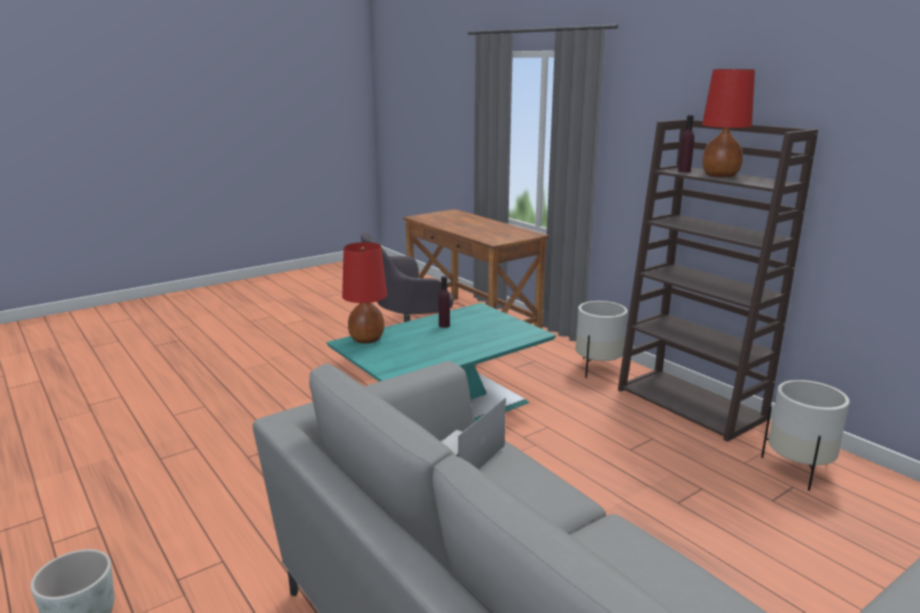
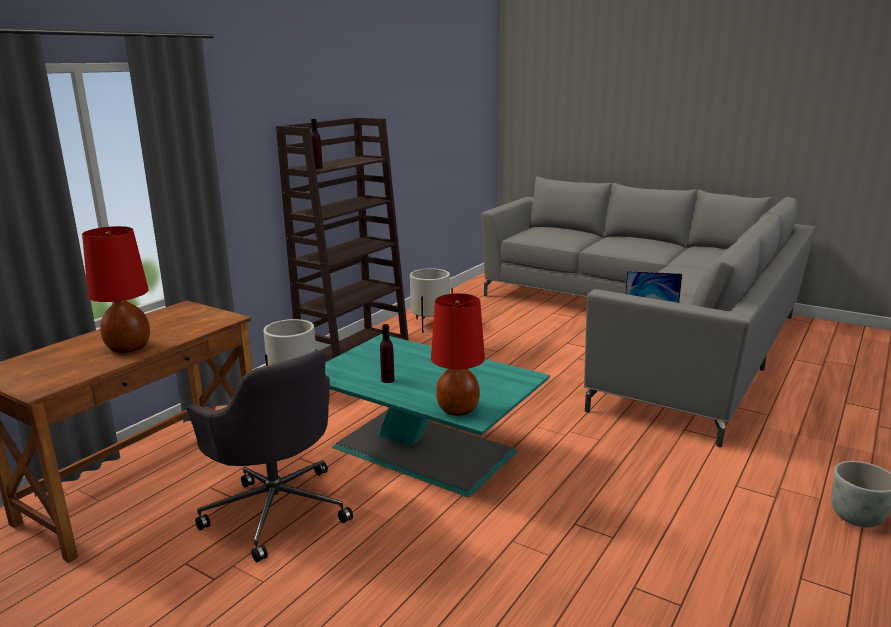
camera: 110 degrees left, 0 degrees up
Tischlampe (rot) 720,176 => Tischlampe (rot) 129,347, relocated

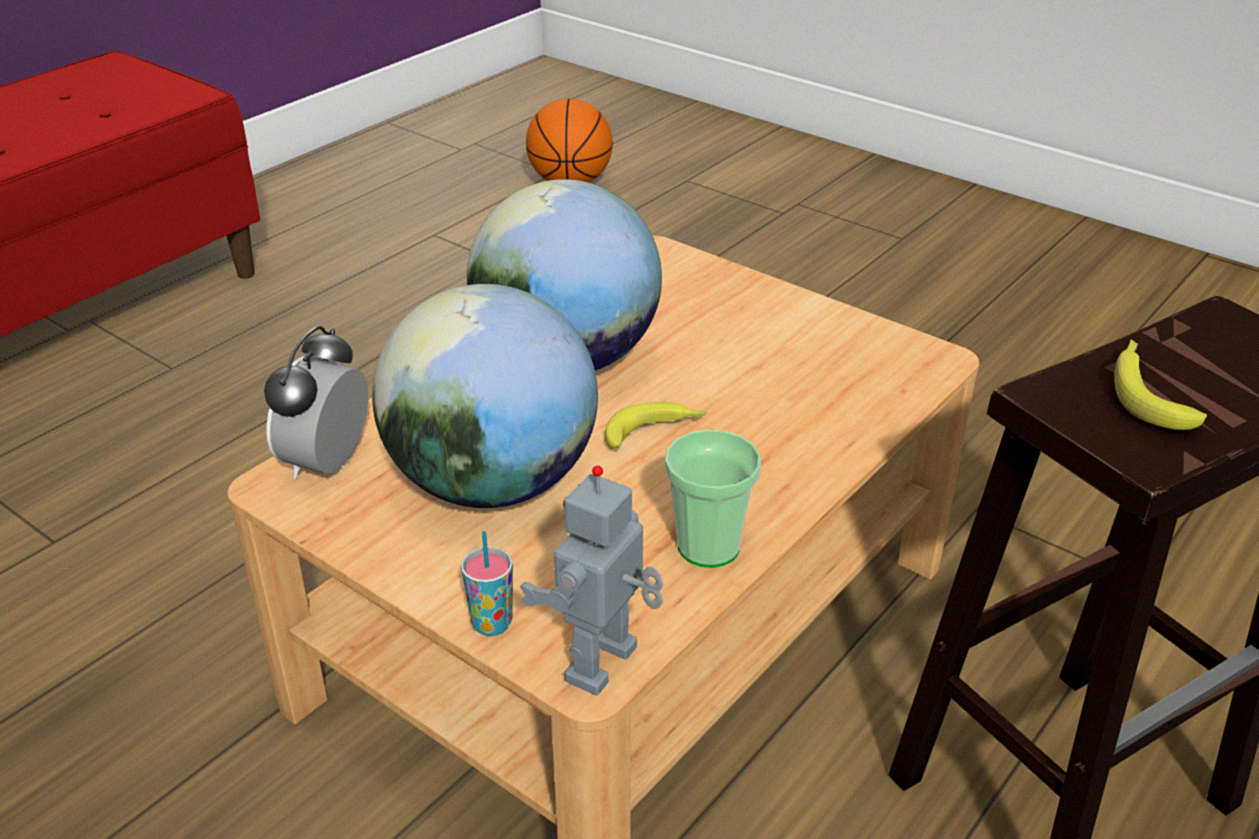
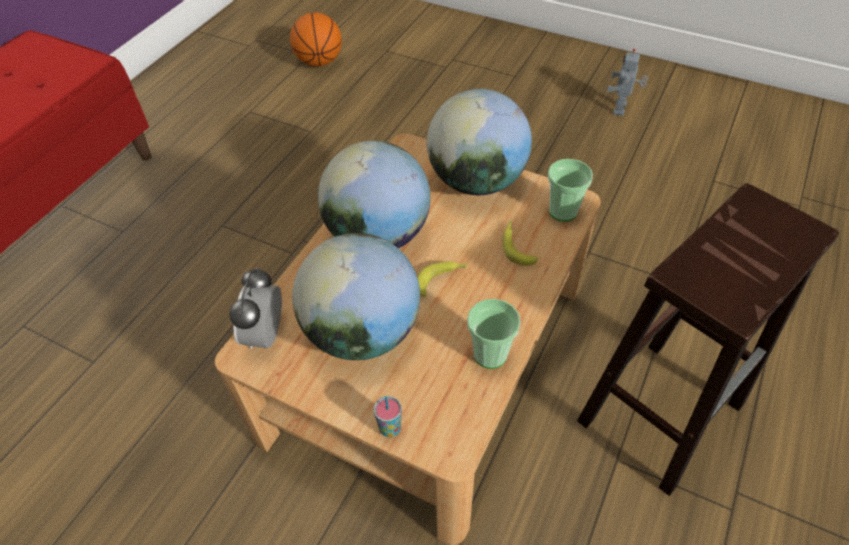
camera: 10 degrees left, 15 degrees up
nothing => Globus 477,181
Banane 1147,393 => Banane 516,246, relocated
nothing => Tasse 563,211
Spielzeugroboter 605,666 => Spielzeugroboter 621,109, relocated

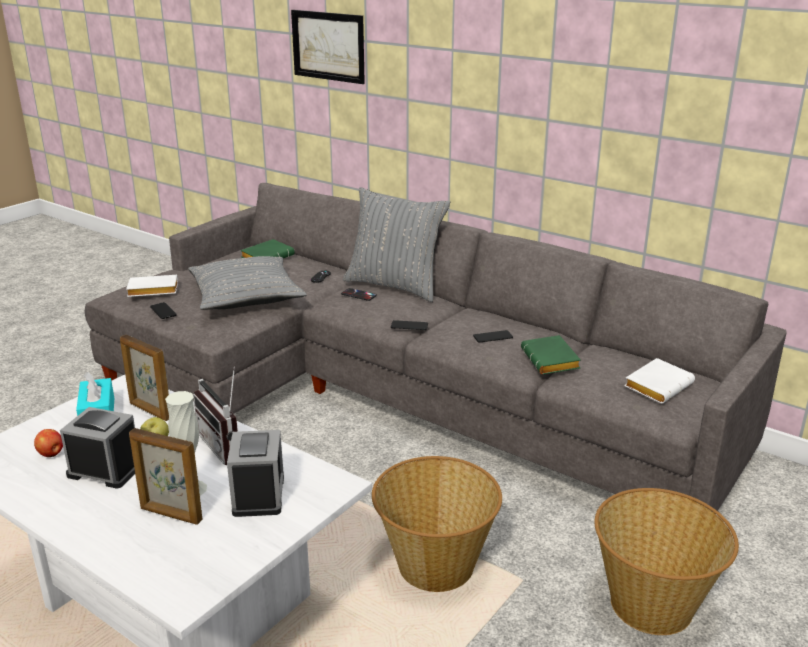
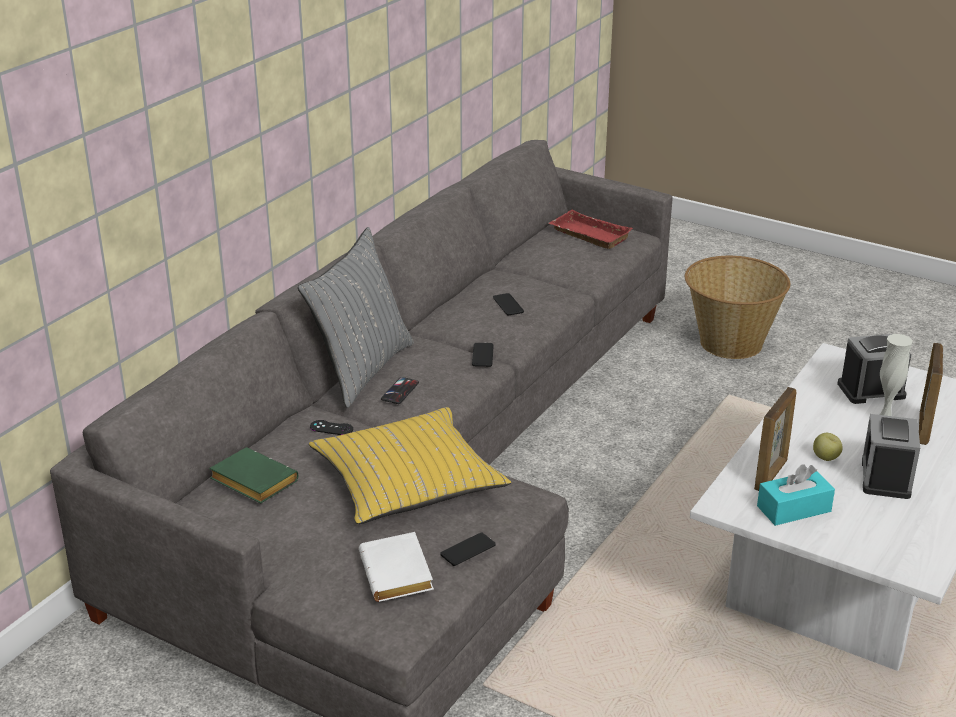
camera: 95 degrees left, 5 degrees up
Kissen (grau) 246,295 => Kissen (gelb) 407,481
Buch (weiß) 657,385 => Tablett (rot) 587,235
Apfel 51,454 => nothing
Radio 227,446 => nothing
Bild 328,46 => nothing
Korb 435,565 => nothing
Buch (grün) 552,361 => nothing

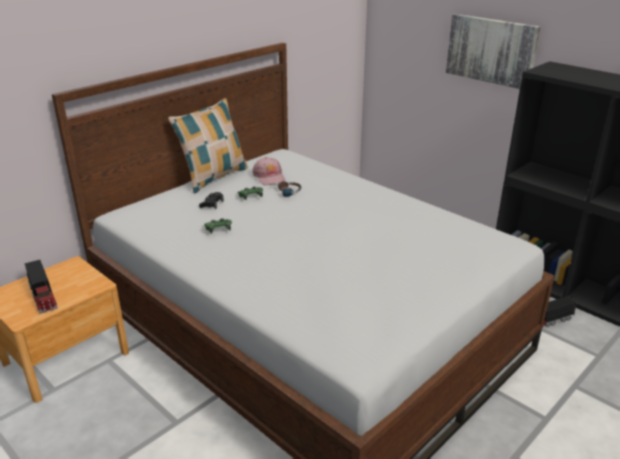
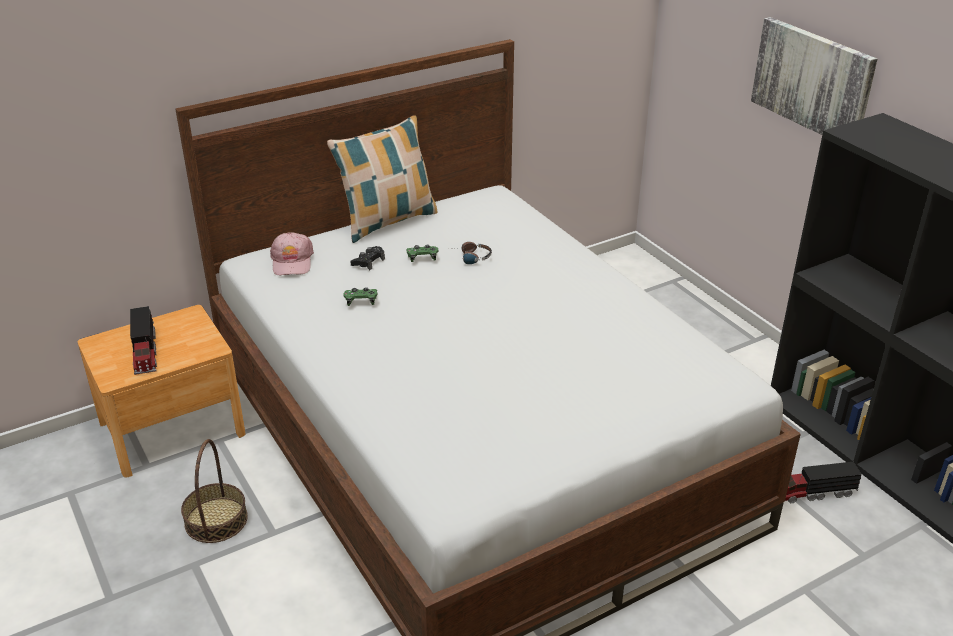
camera: 15 degrees right, 5 degrees up
nothing => Korb 216,520
Kappe (rosa) 269,177 => Kappe (rosa) 292,261, relocated

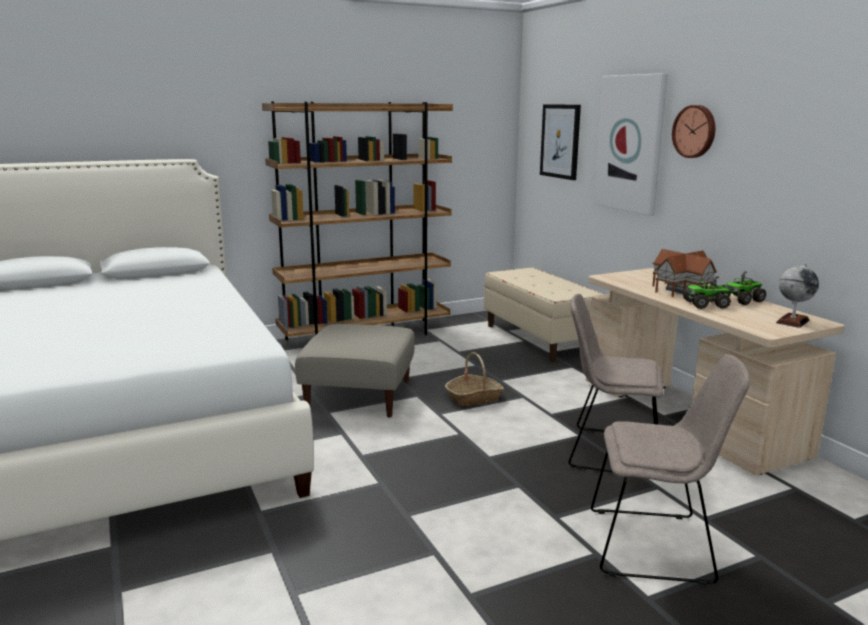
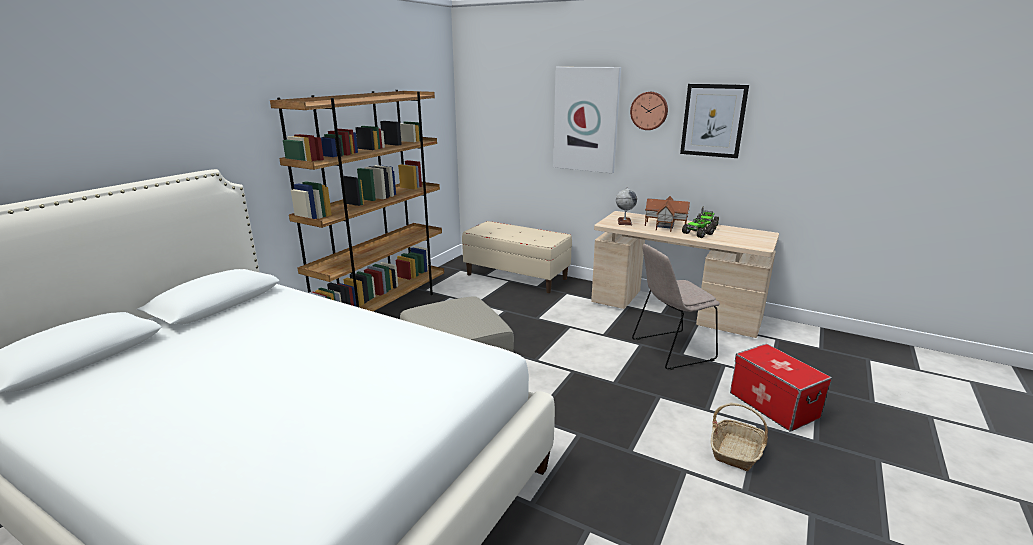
camera: 35 degrees left, 5 degrees up
Globus 792,321 => Globus 624,222, relocated
Bild 560,141 => Bild 713,120, relocated
Korb 474,398 => Korb 736,451, relocated
Stuhl (beige) 655,545 => Aufbewahrungsbox 774,405

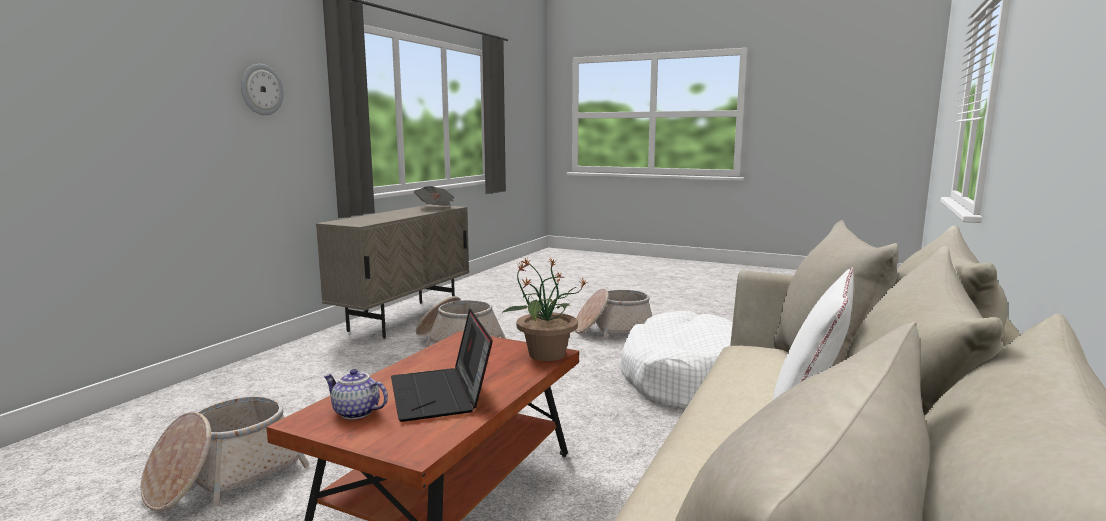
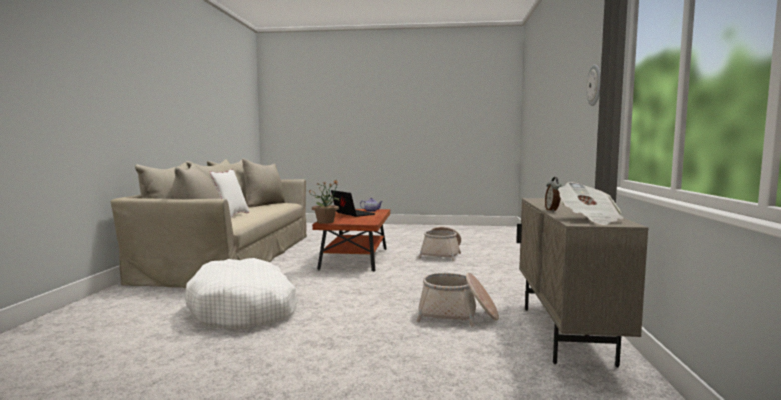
camera: 160 degrees right, 5 degrees down
nothing => Wecker 552,210
Korb 613,330 => nothing

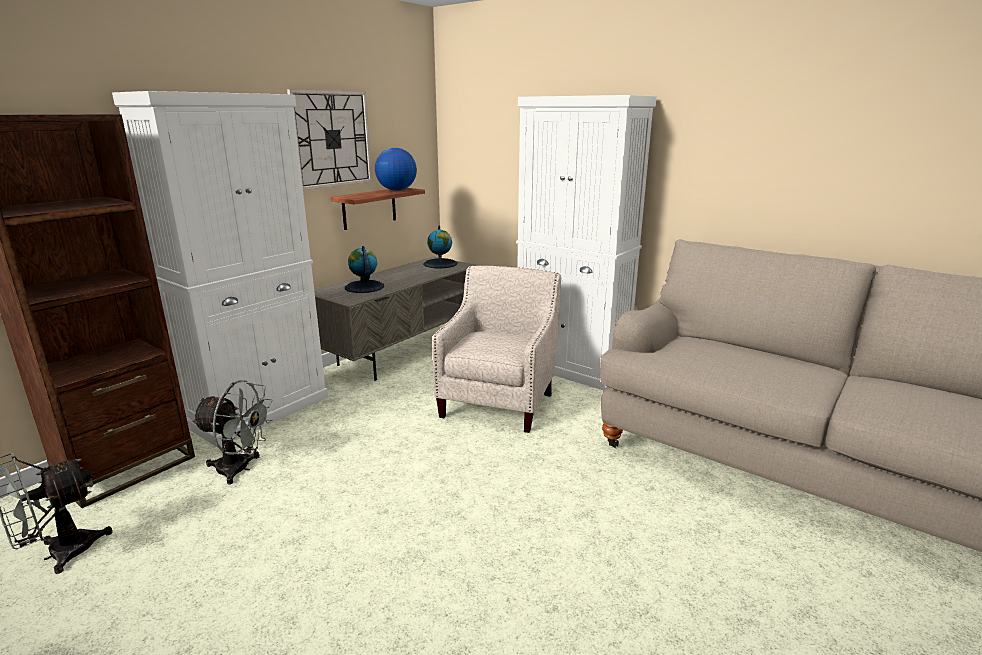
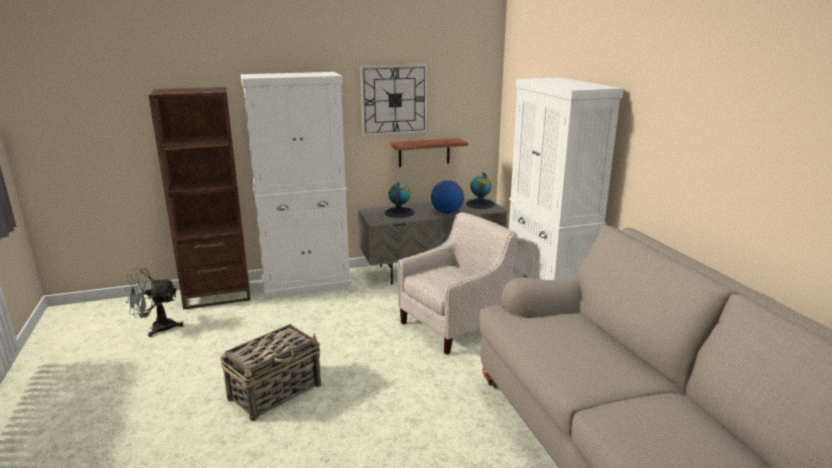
camera: 35 degrees right, 0 degrees up
nothing => Korb 276,391
Globus 396,190 => Globus 447,212, relocated
Ventilator (grau) 240,469 => nothing

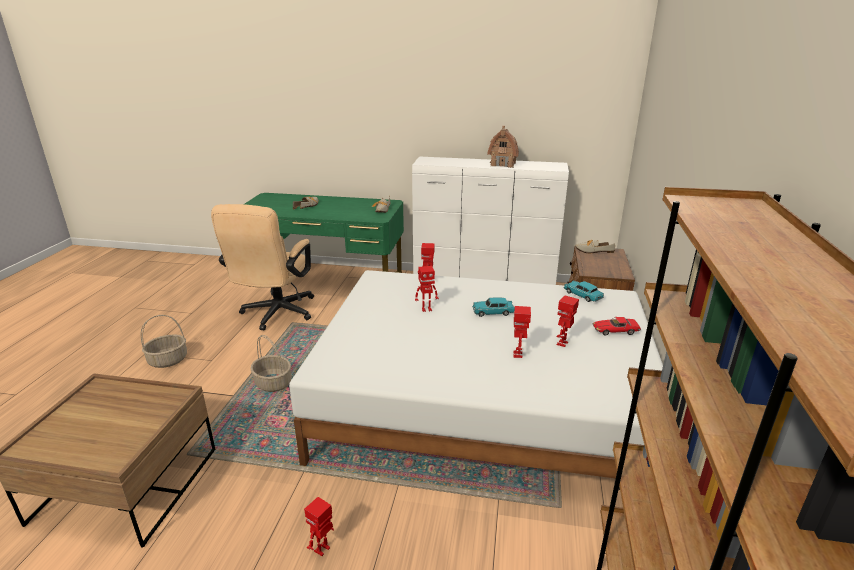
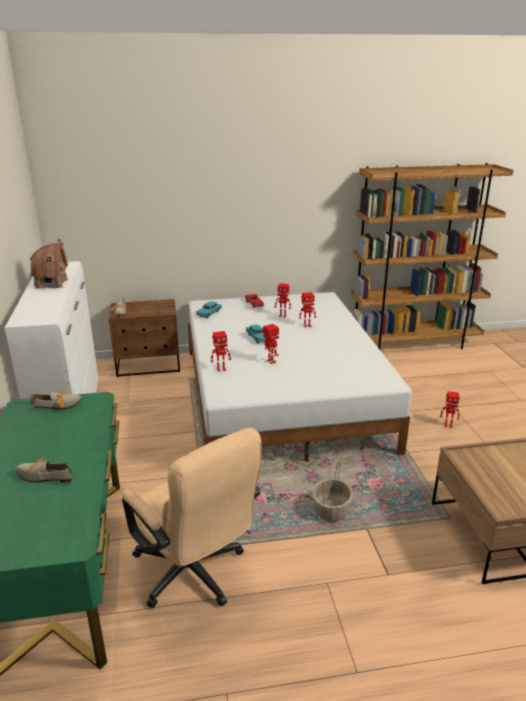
camera: 110 degrees left, 0 degrees up
Bürostuhl (beige) 275,314 => Bürostuhl (beige) 195,575, 60 degrees clockwise
Korb 168,361 => nothing

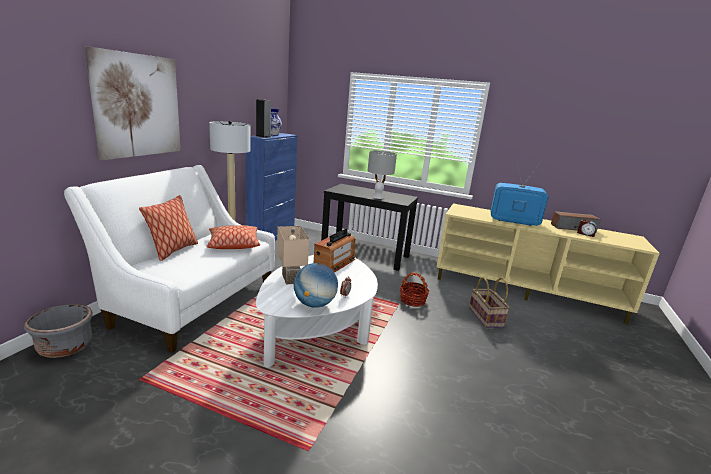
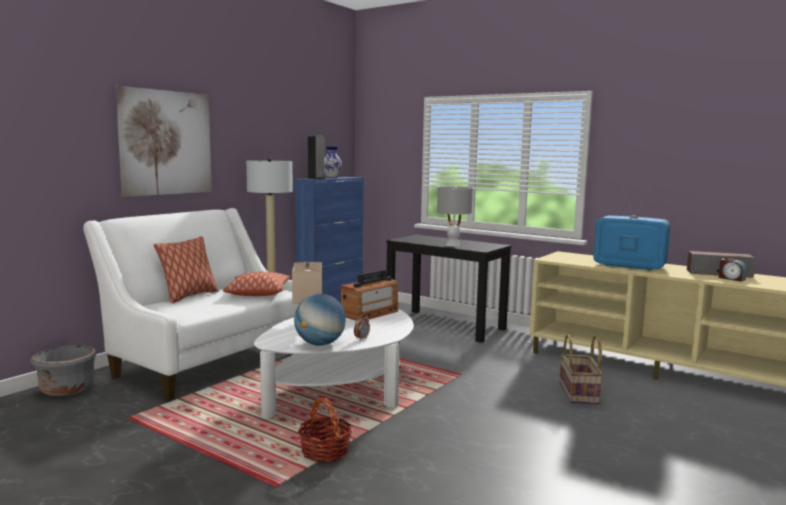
camera: 15 degrees right, 10 degrees down
Korb 412,300 => Korb 325,451, relocated

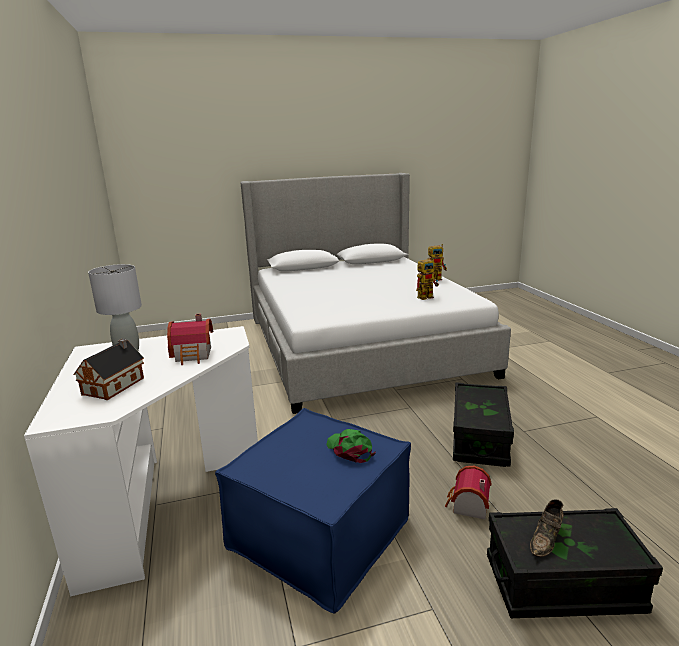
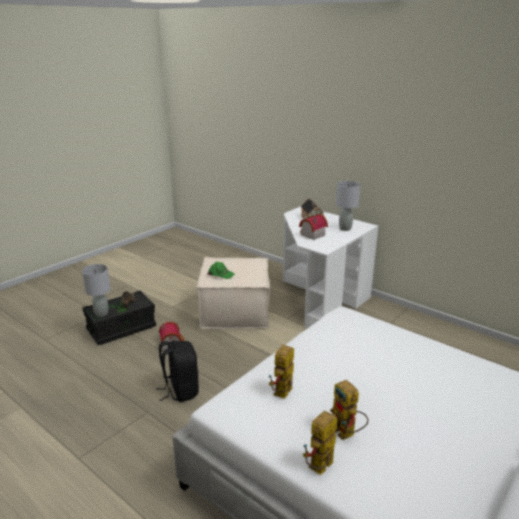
camera: 145 degrees right, 5 degrees up
nothing => Tischlampe (grau) 101,314
Aufbewahrungsbox (schwarz) 479,439 => Rucksack (schwarz) 180,390
Polsterhocker (blau) 319,533 => Polsterhocker (beige) 235,311
nothing => Spielzeugroboter 347,433

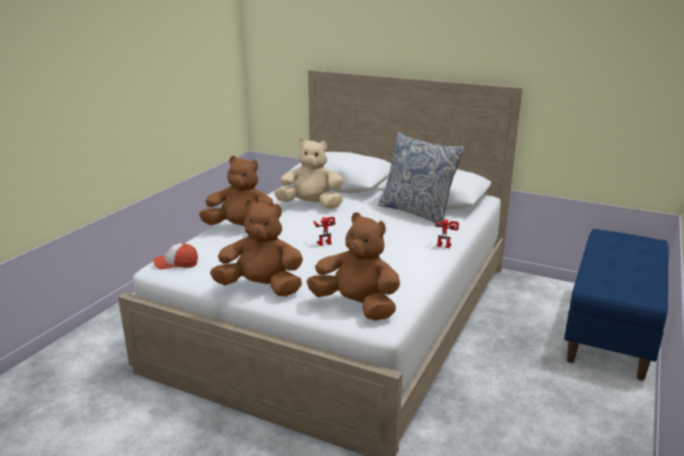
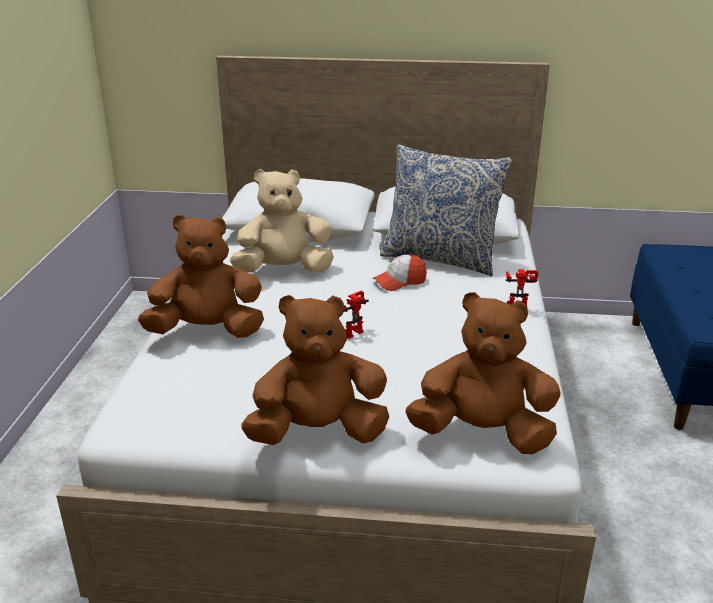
camera: 20 degrees left, 5 degrees up
Kappe 176,264 => Kappe 400,282, relocated

